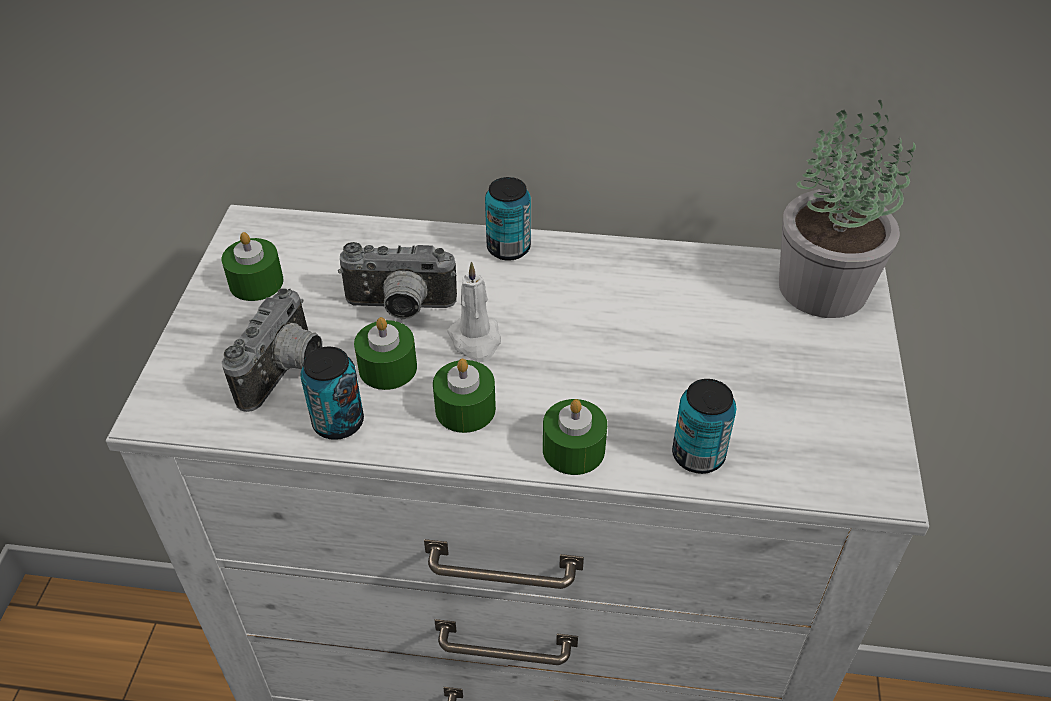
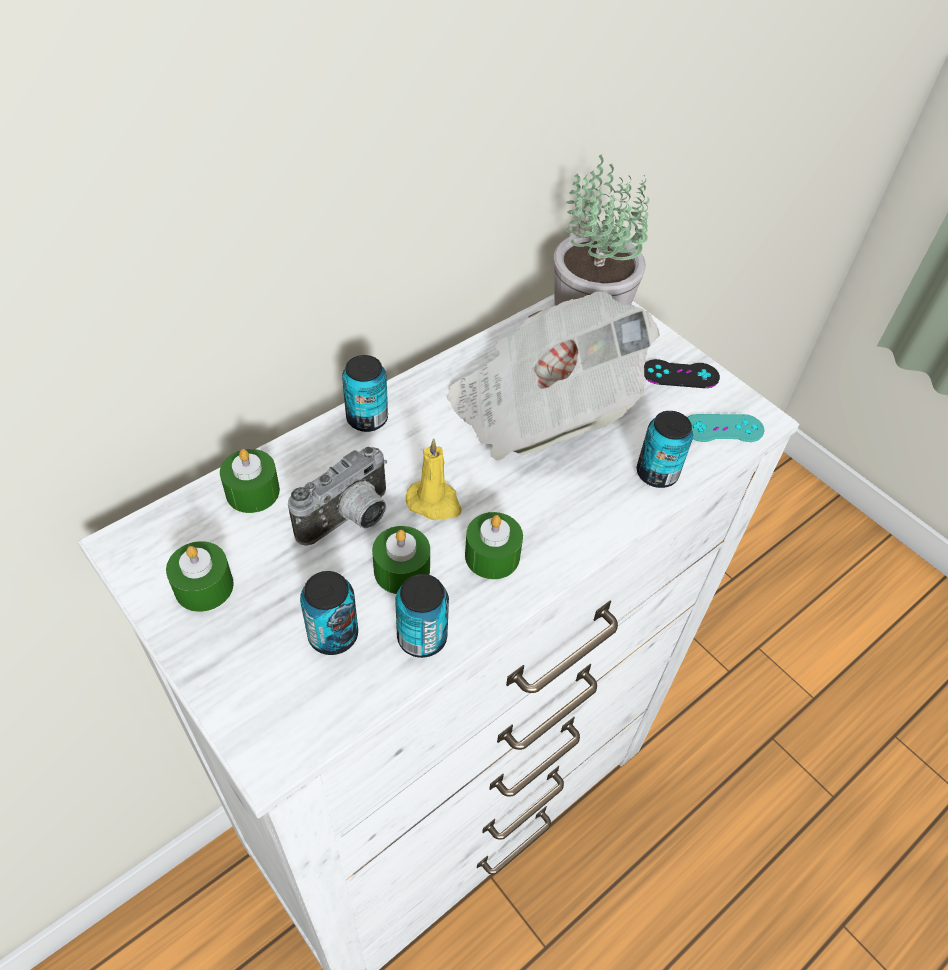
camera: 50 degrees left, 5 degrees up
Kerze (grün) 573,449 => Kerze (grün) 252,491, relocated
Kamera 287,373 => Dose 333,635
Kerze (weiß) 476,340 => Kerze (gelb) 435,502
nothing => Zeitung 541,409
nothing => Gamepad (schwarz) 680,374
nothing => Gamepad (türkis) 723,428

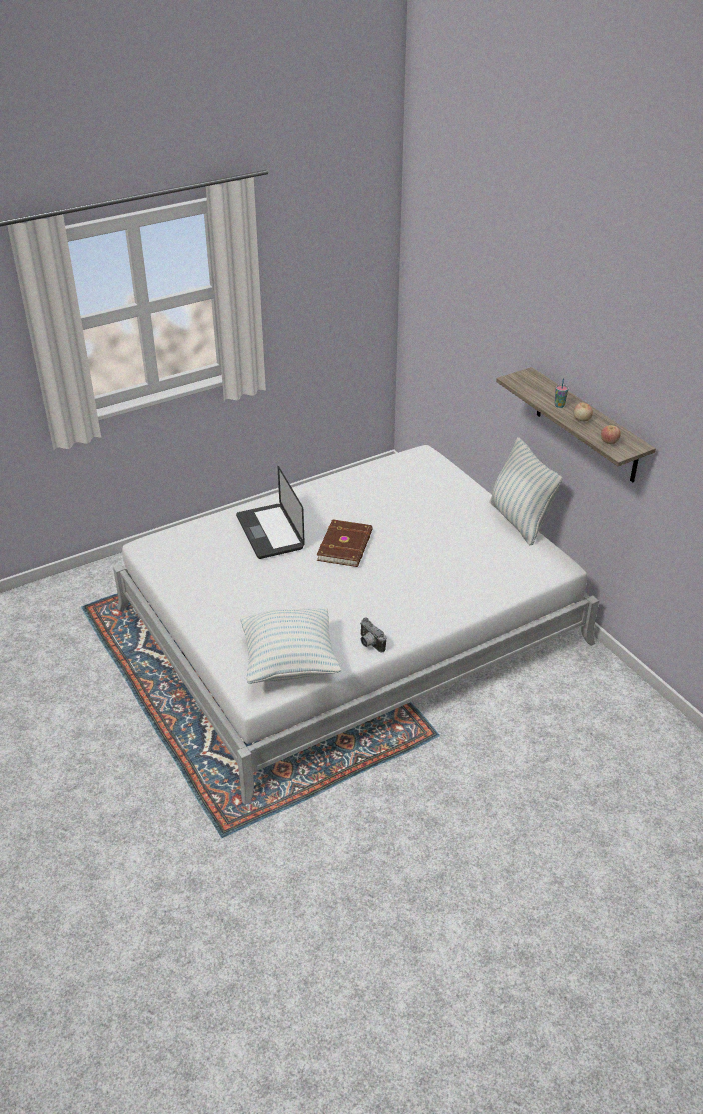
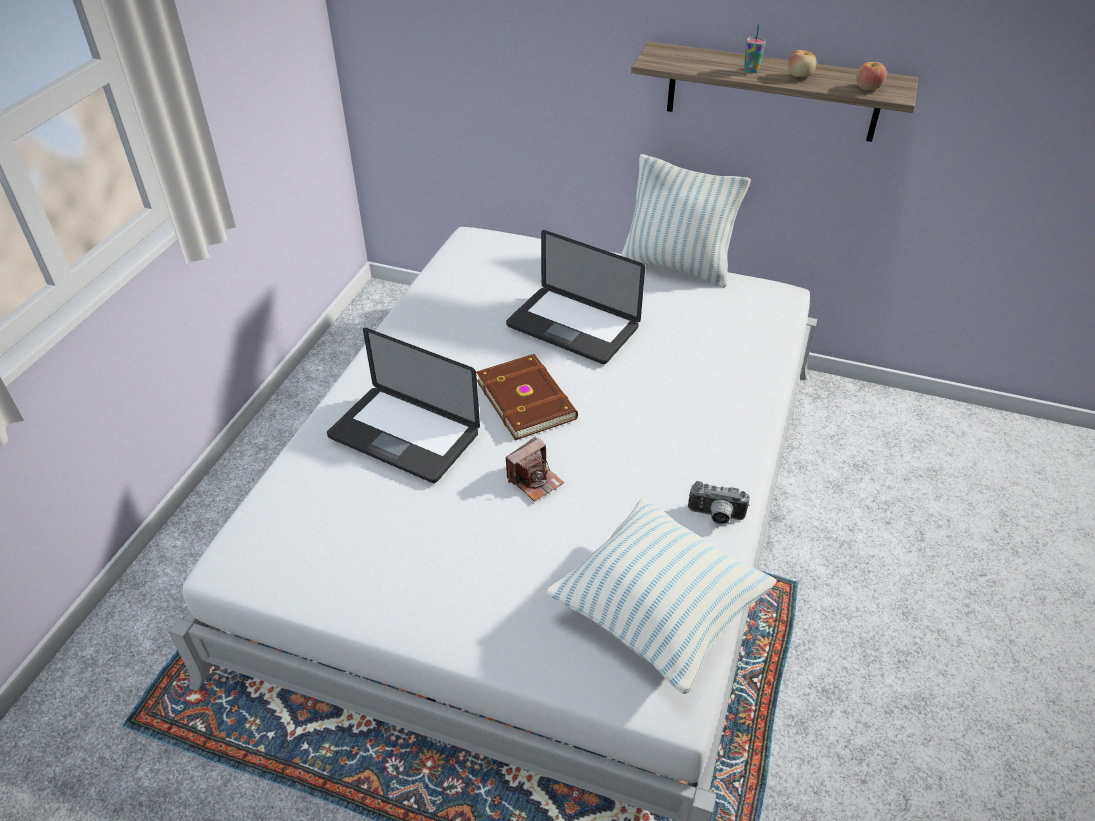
camera: 40 degrees left, 5 degrees up
nothing => Laptop 572,327
nothing => Kamera 535,480

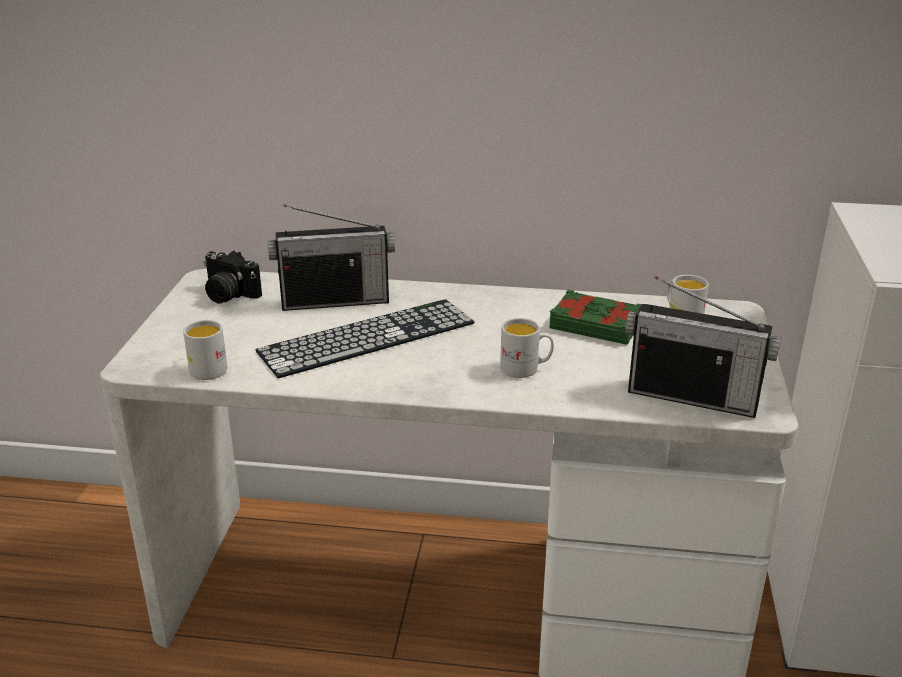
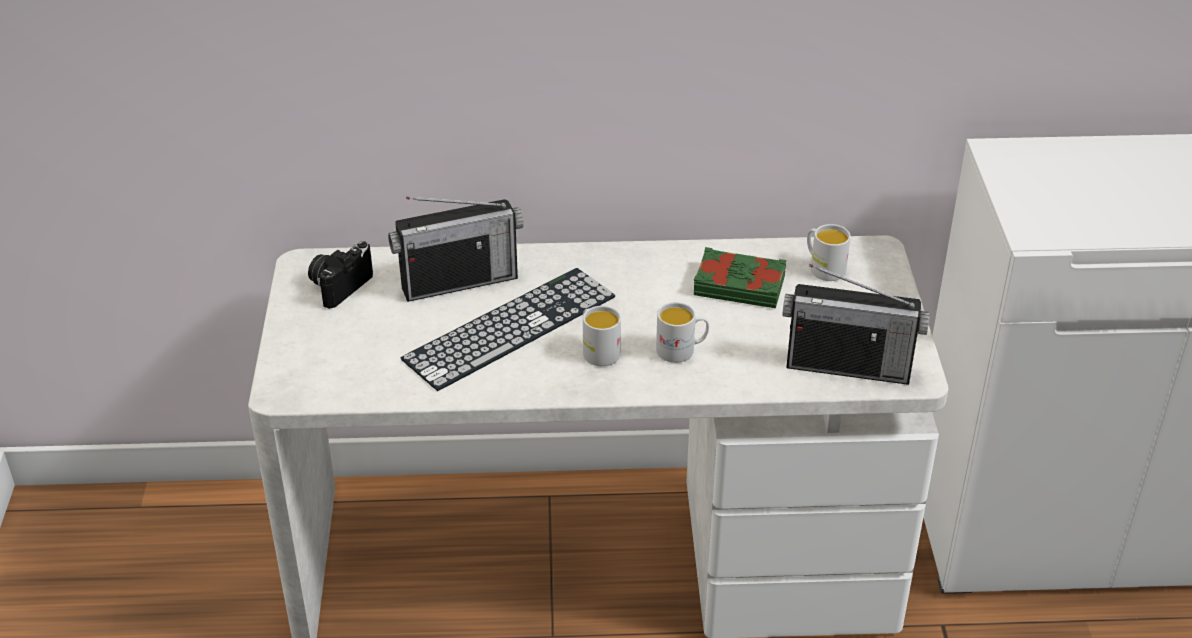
camera: 10 degrees left, 10 degrees up
Kamera 228,295 => Kamera 339,286, 105 degrees clockwise
Henkelbecher (weiß) 207,367 => Henkelbecher (weiß) 597,350, relocated

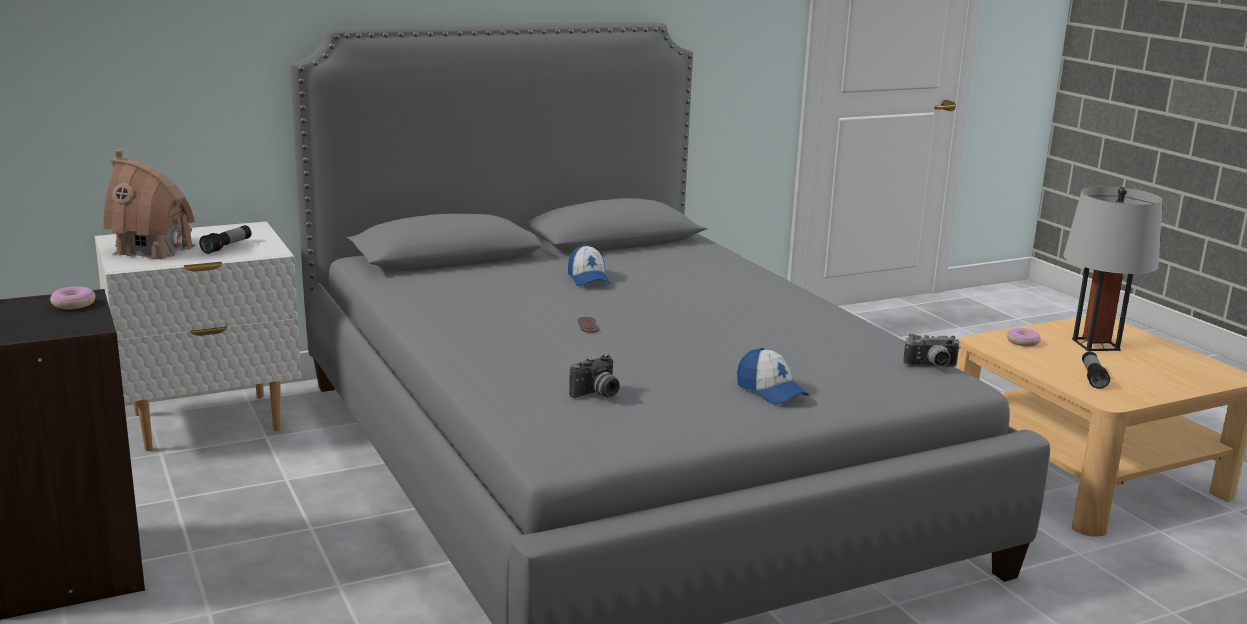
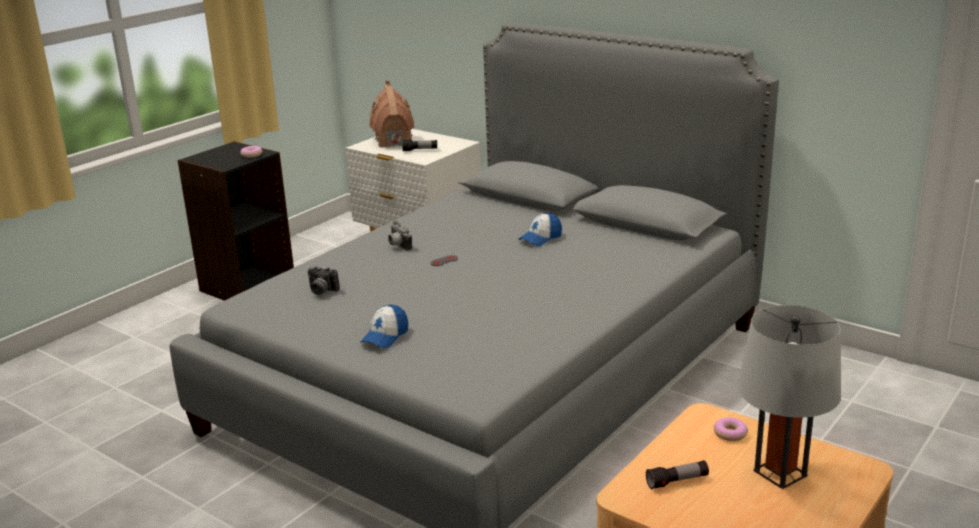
camera: 65 degrees right, 5 degrees up
Kamera 932,367 => Kamera 398,246, relocated

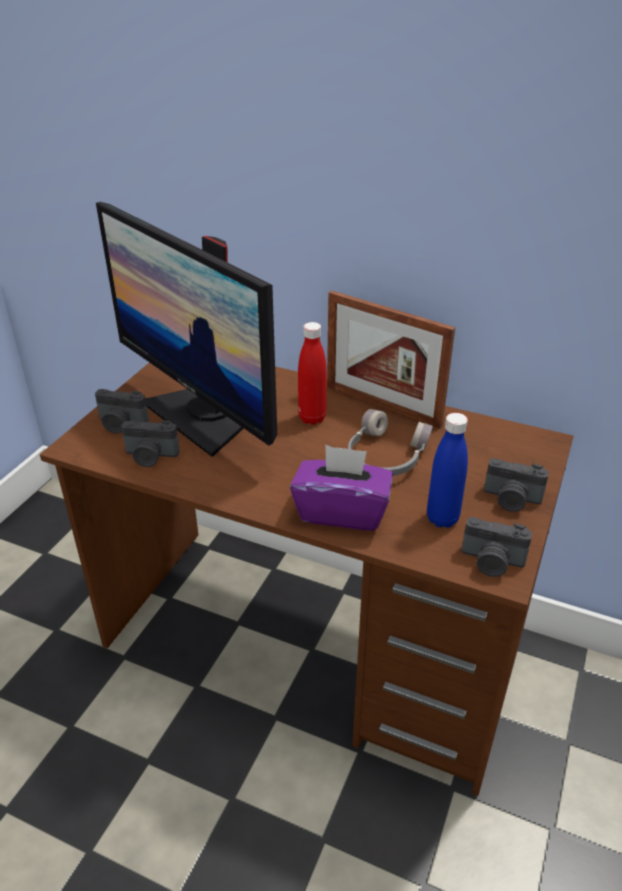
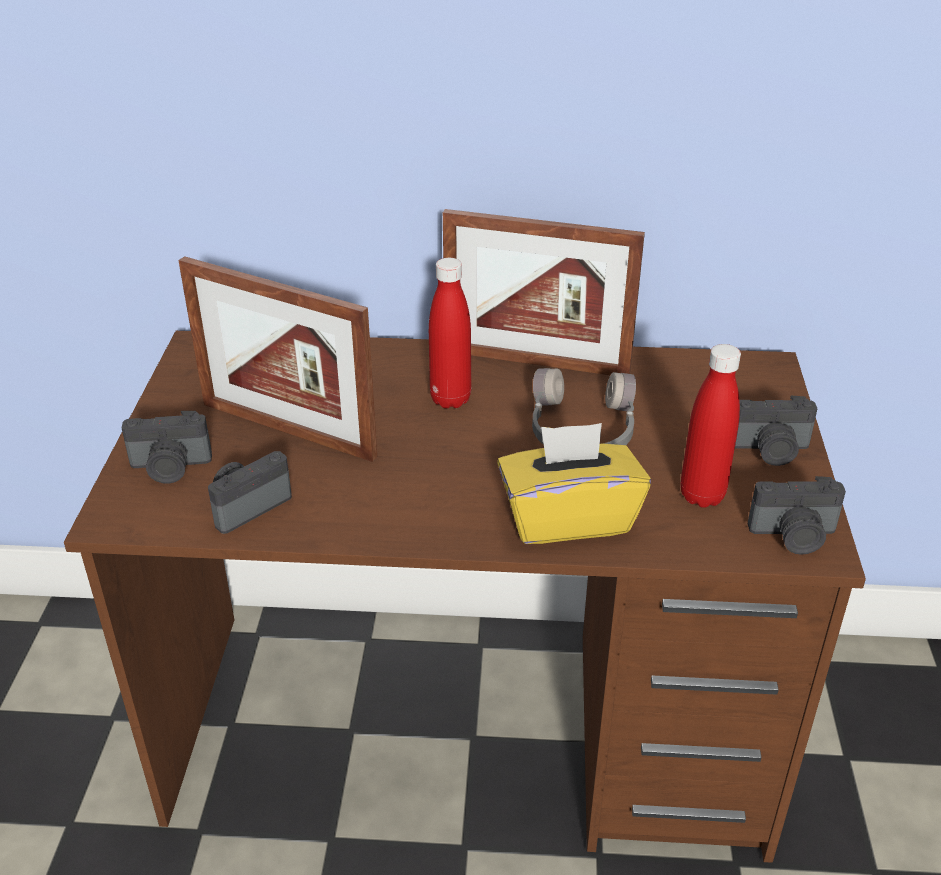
camera: 20 degrees left, 0 degrees up
Monitor 201,416 => Bilderrahmen 288,430
Kamera 150,457 => Kamera 246,505, 150 degrees clockwise
Taschentuchbox (lila) 342,511 => Taschentuchbox (gelb) 568,518
Flasche (blau) 442,519 => Flasche (rot) 702,495

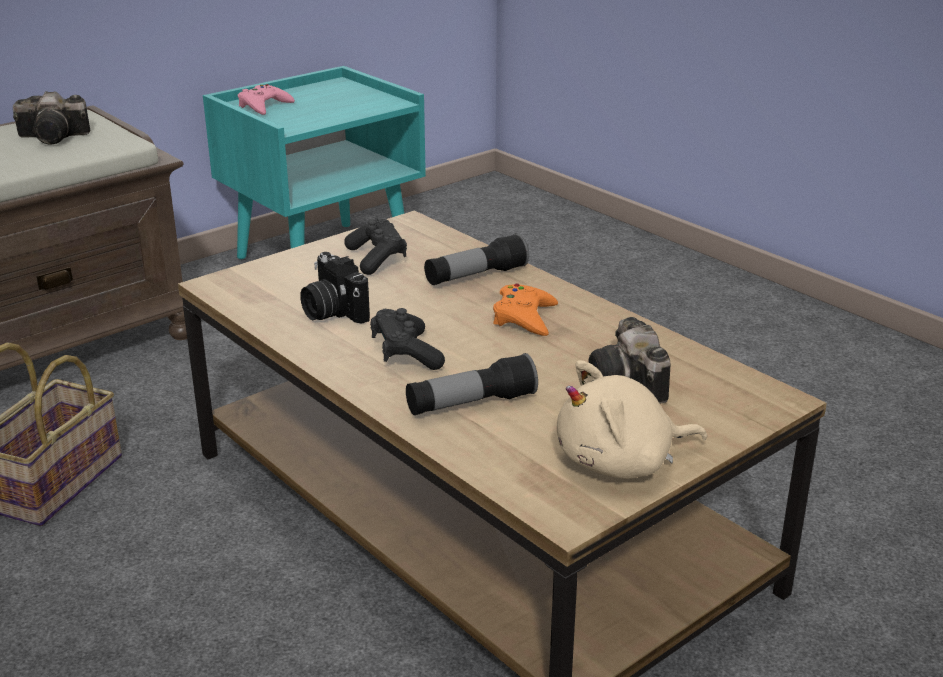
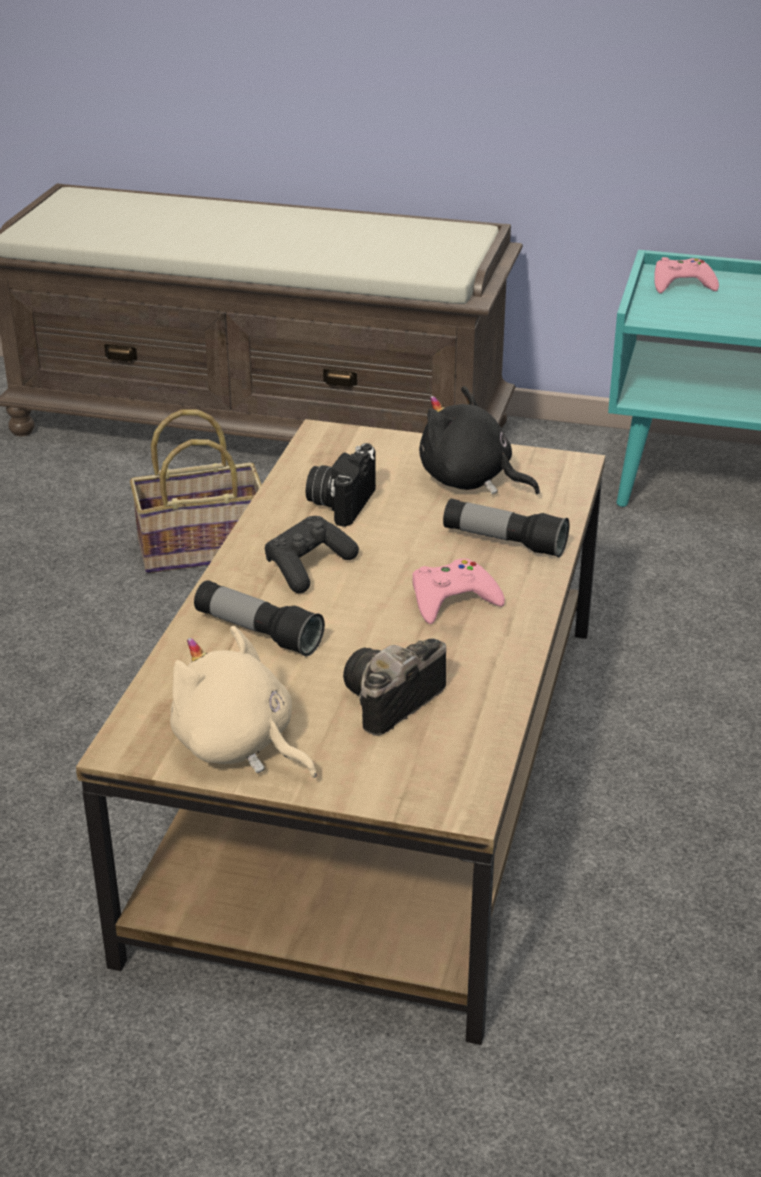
camera: 55 degrees right, 5 degrees up
Gamepad (orange) 524,317 => Gamepad (rosa) 452,599
Gamepad (schwarz) 377,259 => Plüschtier (schwarz) 470,480
Kamera 56,137 => nothing

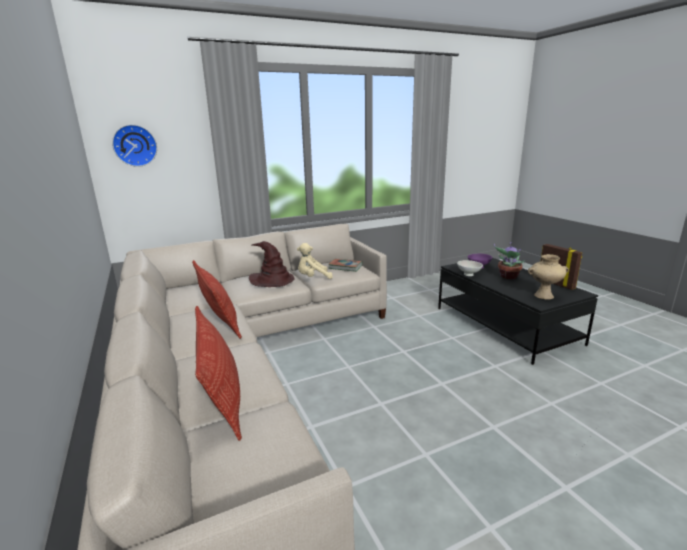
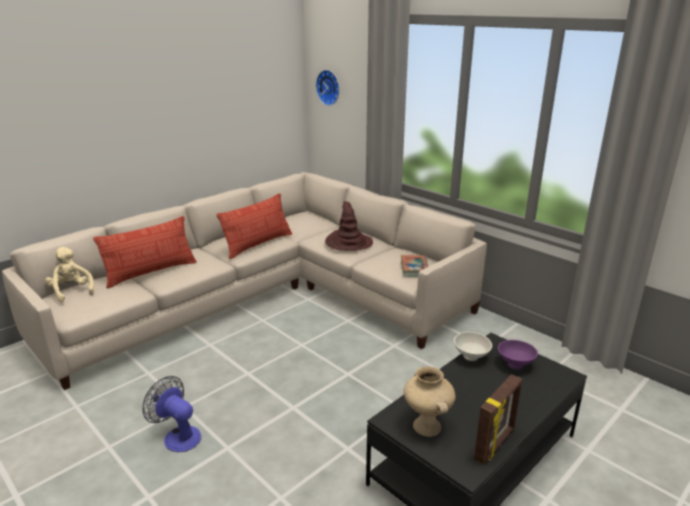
camera: 70 degrees right, 5 degrees up
Plüschtier (beige) 313,278 => Plüschtier (beige) 72,291, relocated
nothing => Ventilator 178,436
Topfpflanze 507,277 => nothing

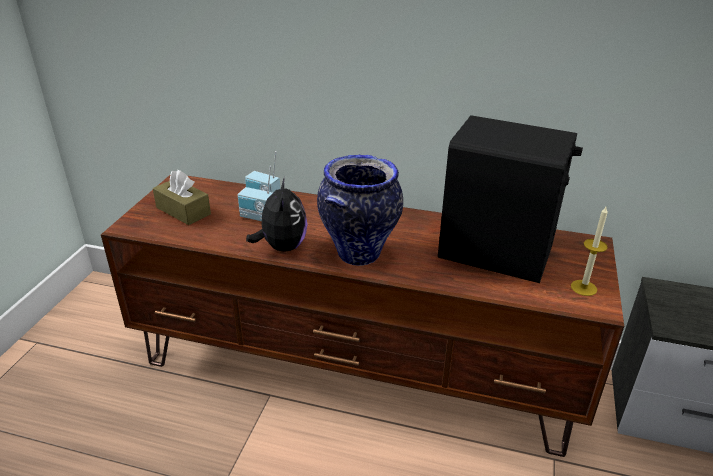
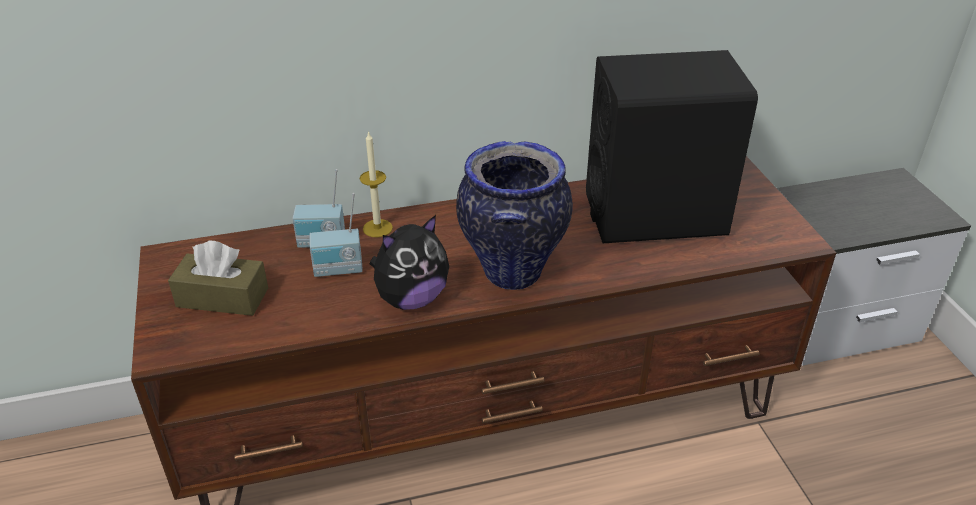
camera: 30 degrees left, 5 degrees up
Kerze 583,288 => Kerze 377,228, relocated
Plüschtier 282,247 => Plüschtier 411,298, 90 degrees clockwise

